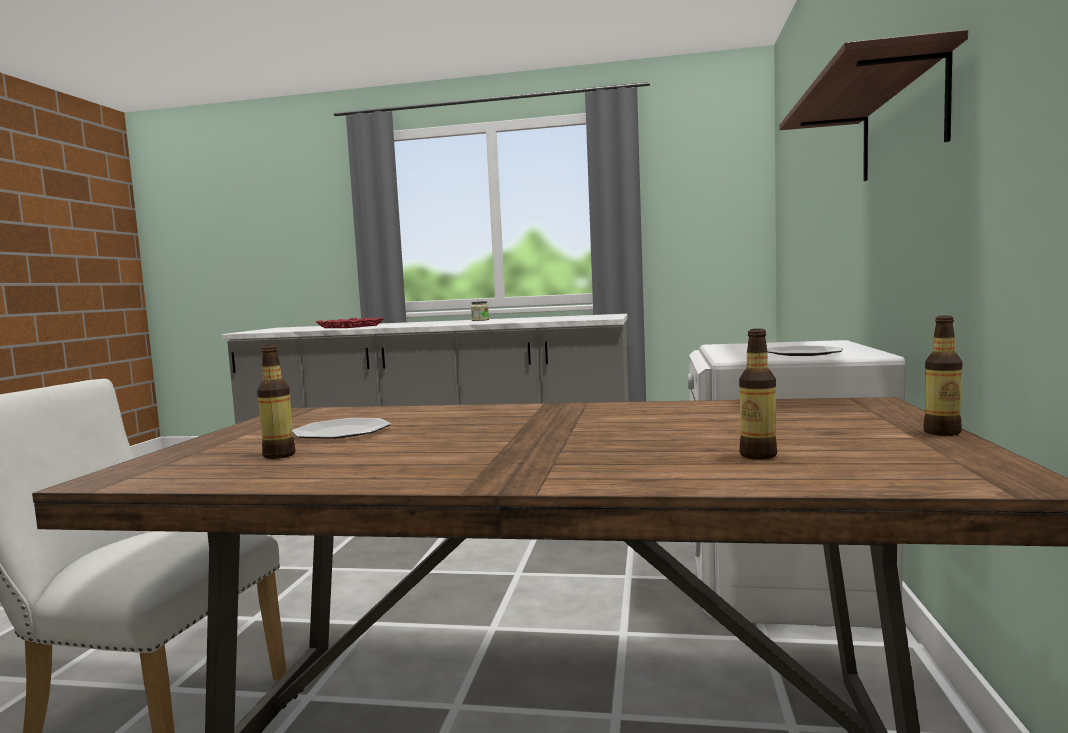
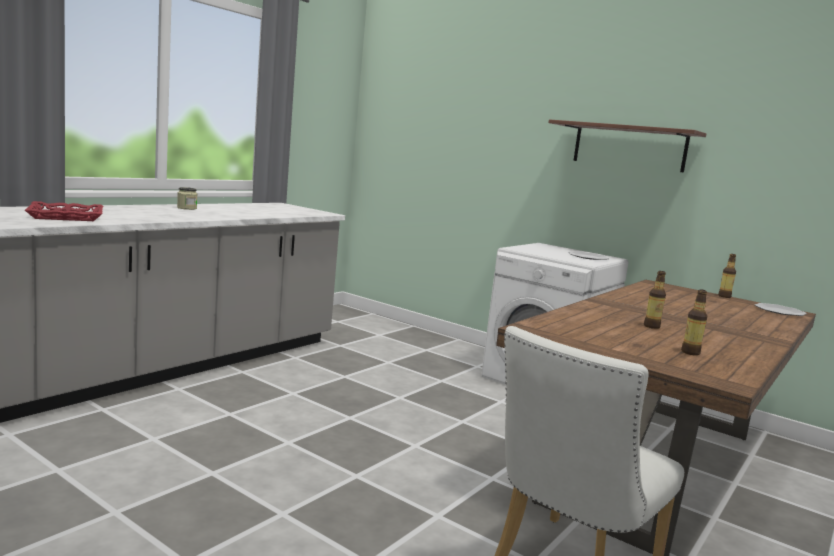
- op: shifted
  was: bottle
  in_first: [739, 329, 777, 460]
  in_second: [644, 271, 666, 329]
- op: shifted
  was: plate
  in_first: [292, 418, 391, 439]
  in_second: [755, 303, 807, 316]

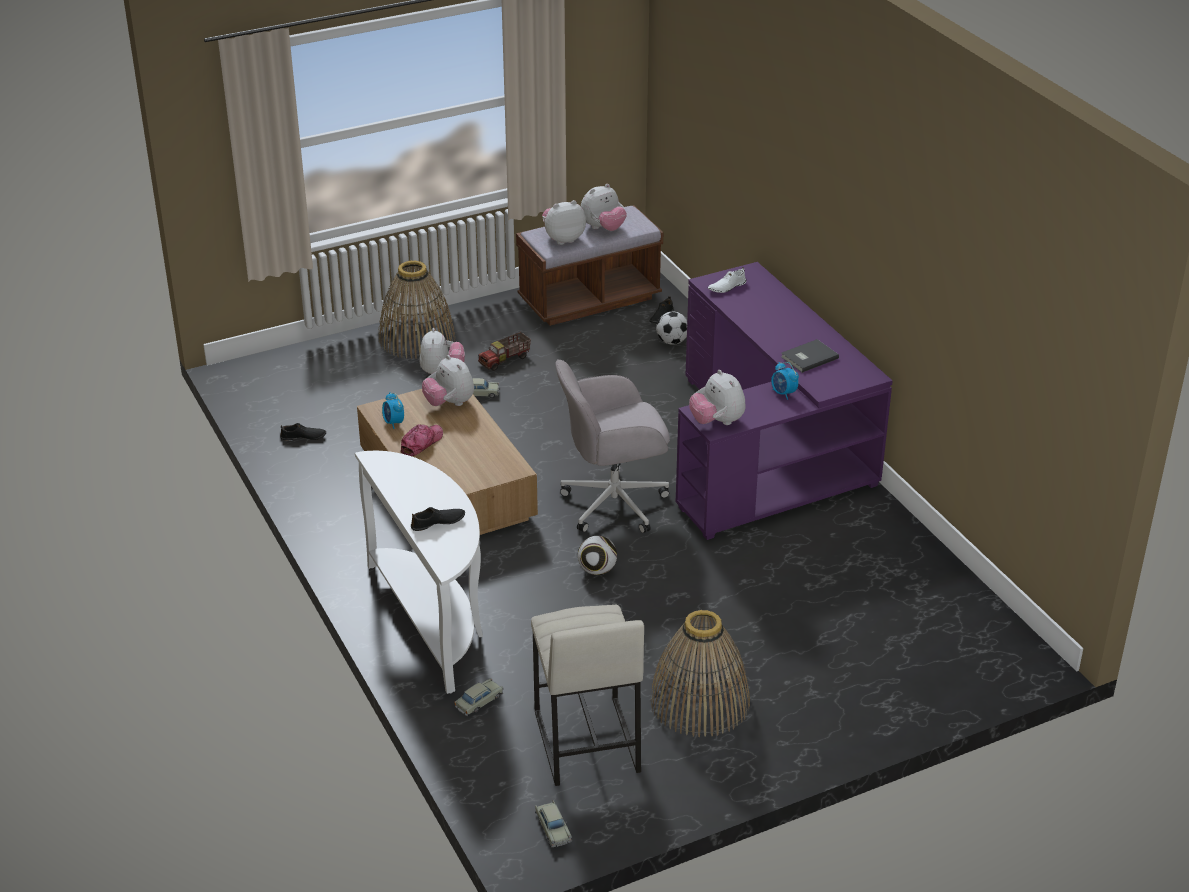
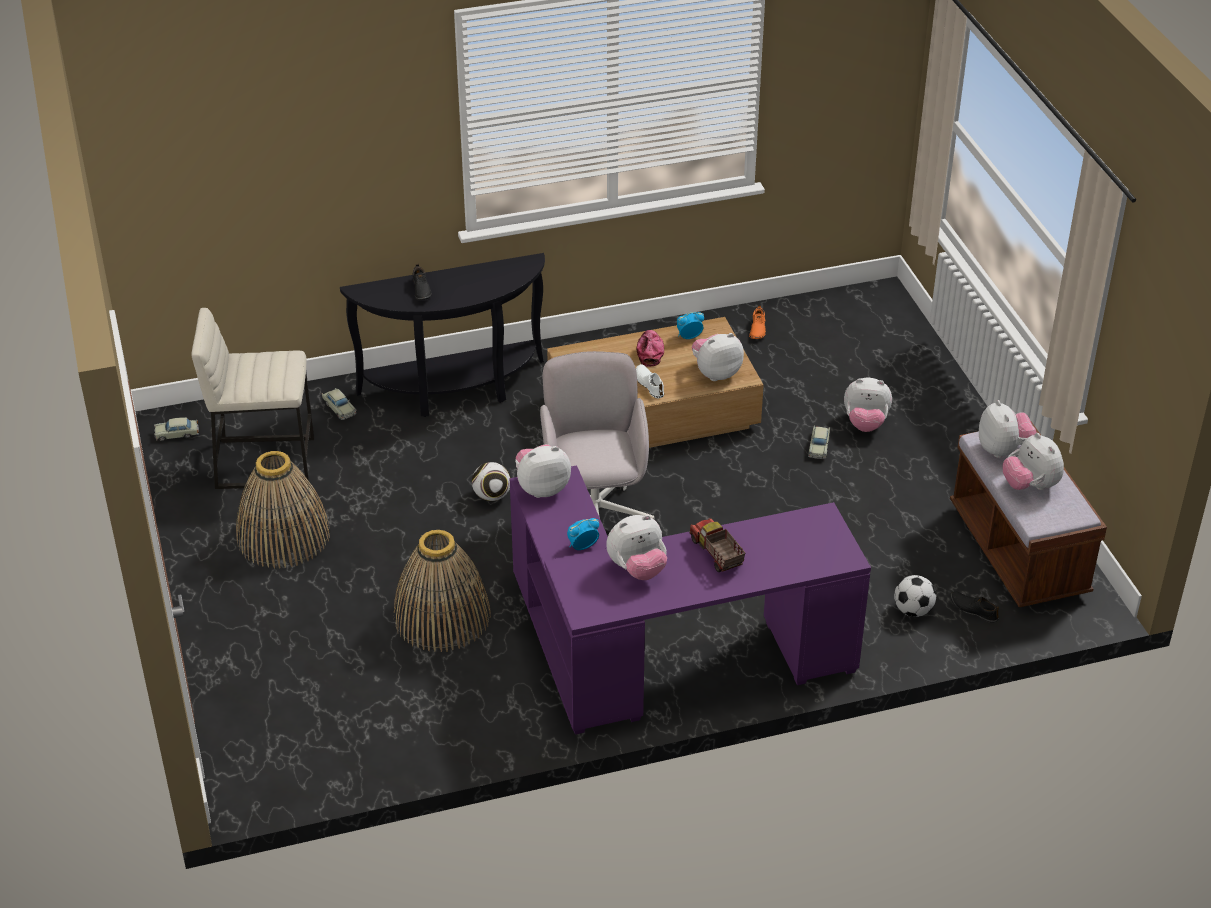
- op: shifted
  was: basket
  in_first: [378, 261, 455, 359]
  in_second: [394, 530, 491, 652]
- op: shifted
  was: shoe (white)
  in_first: [708, 267, 746, 293]
  in_second: [636, 364, 664, 398]
- op: shifted
  was: toy truck
  in_first: [478, 332, 531, 371]
  in_second: [689, 518, 745, 572]
- op: swapped
  was: book (grey)
  now: plush toy
  in_first: [781, 339, 839, 373]
  in_second: [606, 515, 667, 580]
- op: repainted
  was: shoe (black)
  now: shoe (orange)
  in_first: [280, 423, 326, 440]
  in_second: [749, 305, 766, 339]
- op: rotated
  was: cap
  in_first: [400, 425, 443, 456]
  in_second: [637, 330, 664, 367]
  clockwise: -135
- op: repainted
  was: console table (white)
  now: console table (black)
  in_first: [355, 451, 483, 694]
  in_second: [340, 253, 545, 417]

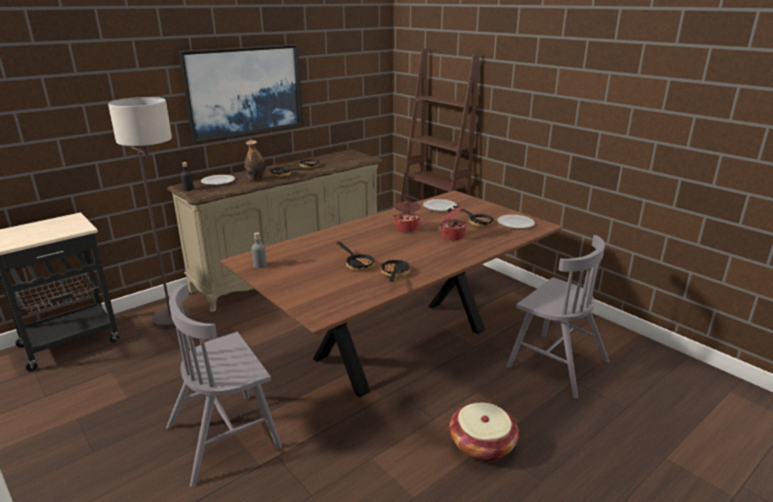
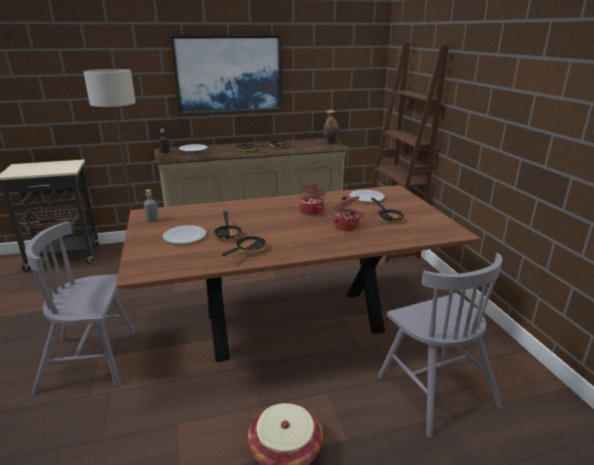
- op: shifted
  was: bottle
  in_first: [245, 140, 266, 180]
  in_second: [323, 110, 339, 143]
- op: shifted
  was: plate
  in_first: [497, 215, 535, 229]
  in_second: [163, 225, 206, 244]

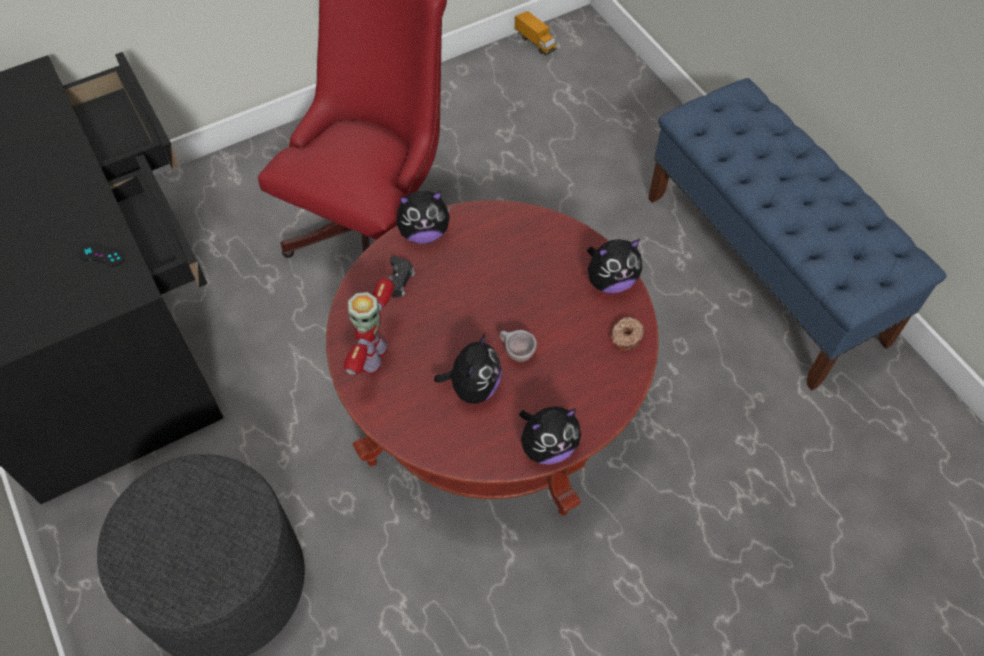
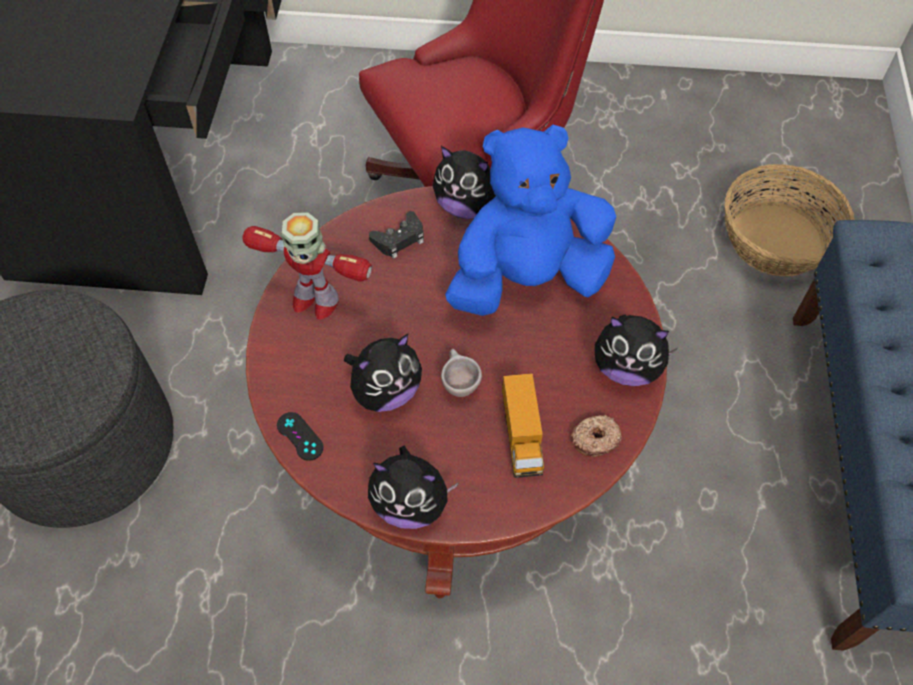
- op: shifted
  was: toy truck
  in_first: [515, 11, 557, 55]
  in_second: [502, 373, 544, 478]
- op: shifted
  was: game controller (black)
  in_first: [78, 243, 125, 267]
  in_second: [277, 412, 324, 461]
- op: rotated
  was: toy robot
  in_first: [344, 278, 394, 375]
  in_second: [242, 212, 372, 320]
  clockwise: -120
- op: new
  now: plush toy (blue)
  in_second: [445, 125, 616, 316]
- op: new
  now: basket
  in_second: [725, 164, 855, 277]

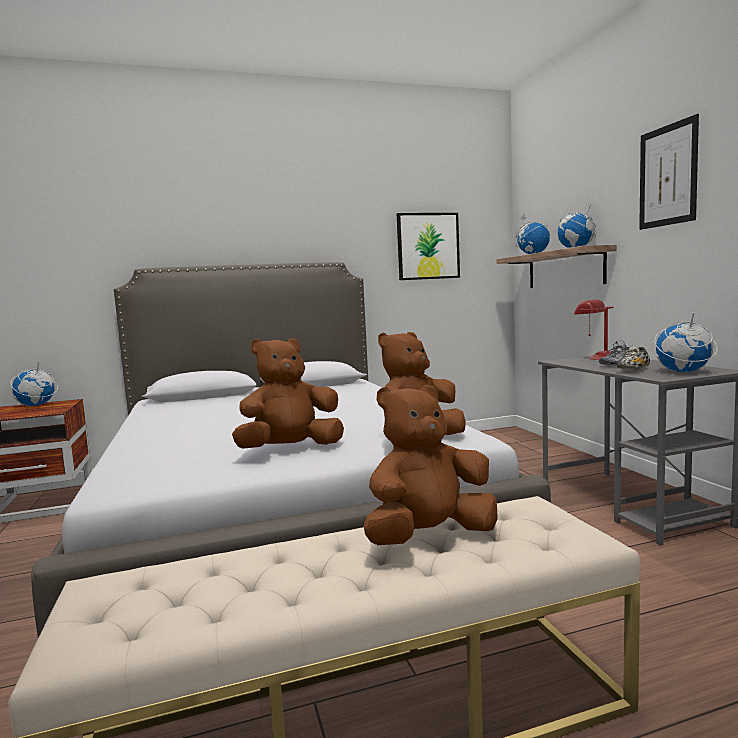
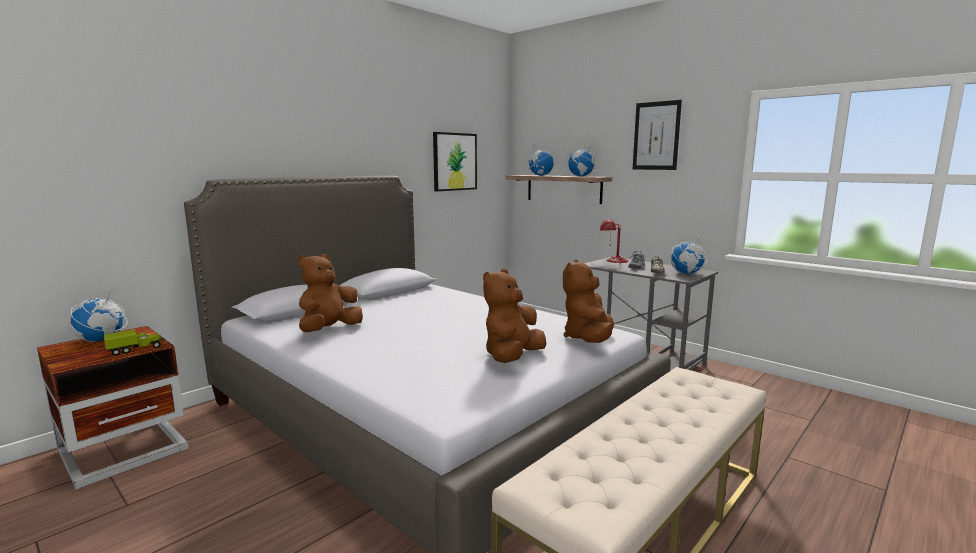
- op: shifted
  was: plush toy (brown)
  in_first: [364, 385, 497, 545]
  in_second: [298, 254, 363, 332]
- op: new
  now: toy truck
  in_second: [103, 329, 164, 356]

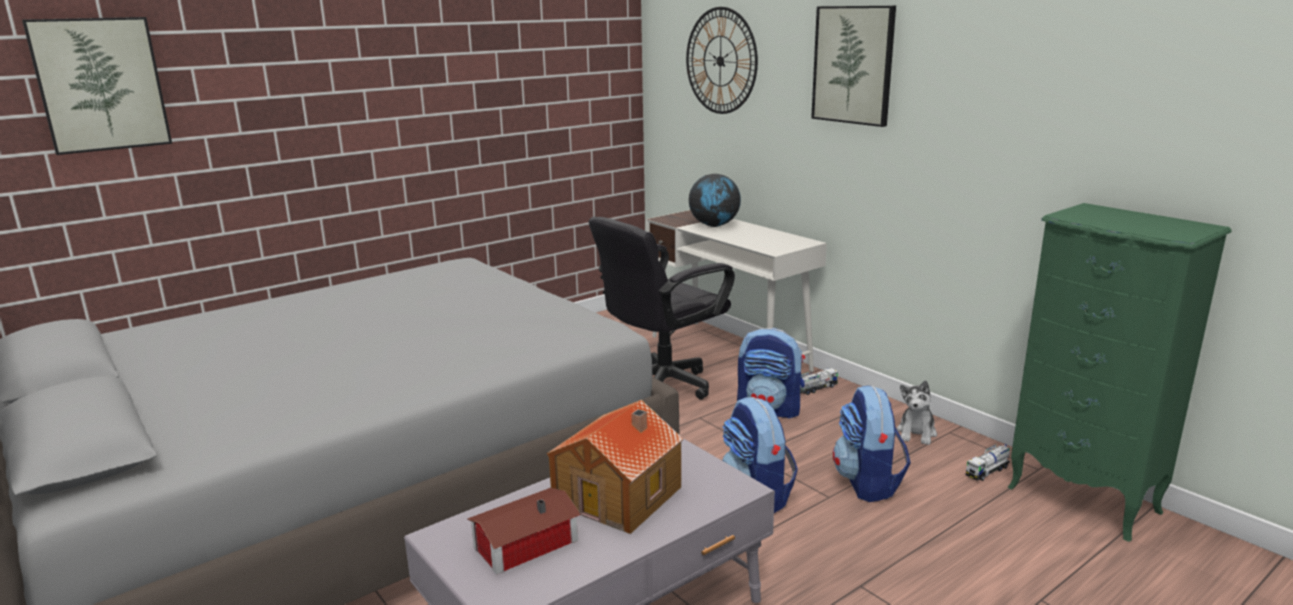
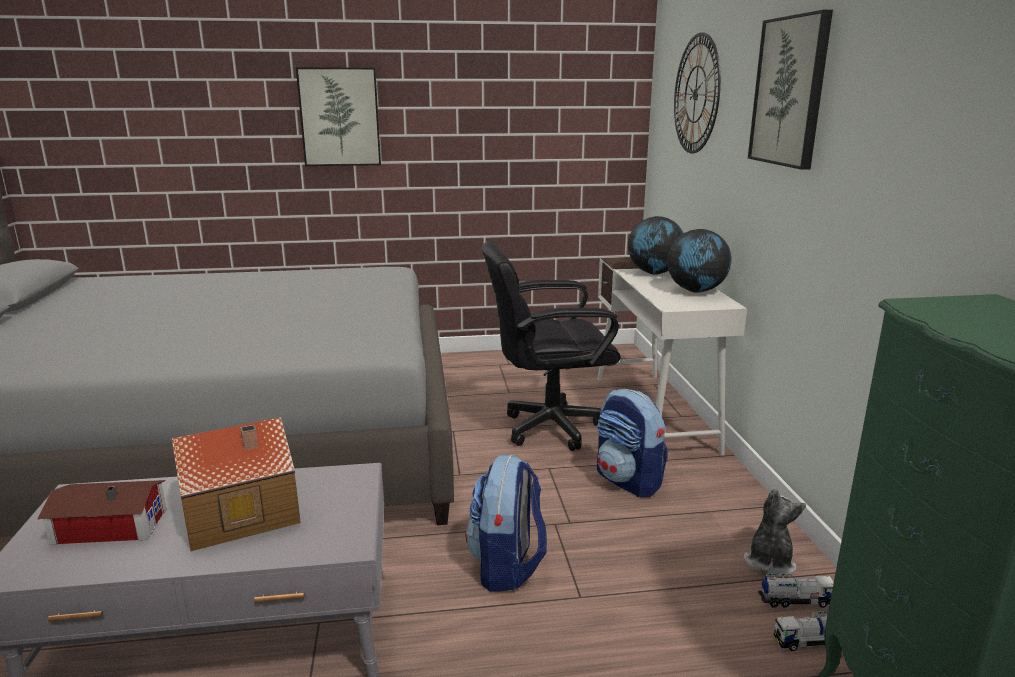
- op: shifted
  was: picture
  in_first: [22, 17, 172, 155]
  in_second: [296, 67, 381, 166]
- op: shifted
  was: toy truck
  in_first: [800, 368, 838, 395]
  in_second: [758, 572, 834, 608]
- op: rotated
  was: plush toy
  in_first: [897, 380, 937, 445]
  in_second: [744, 489, 806, 576]
  clockwise: 150
- op: gone
  was: backpack
  in_first: [833, 385, 911, 502]
- op: new
  now: globe
  in_second: [667, 229, 731, 293]

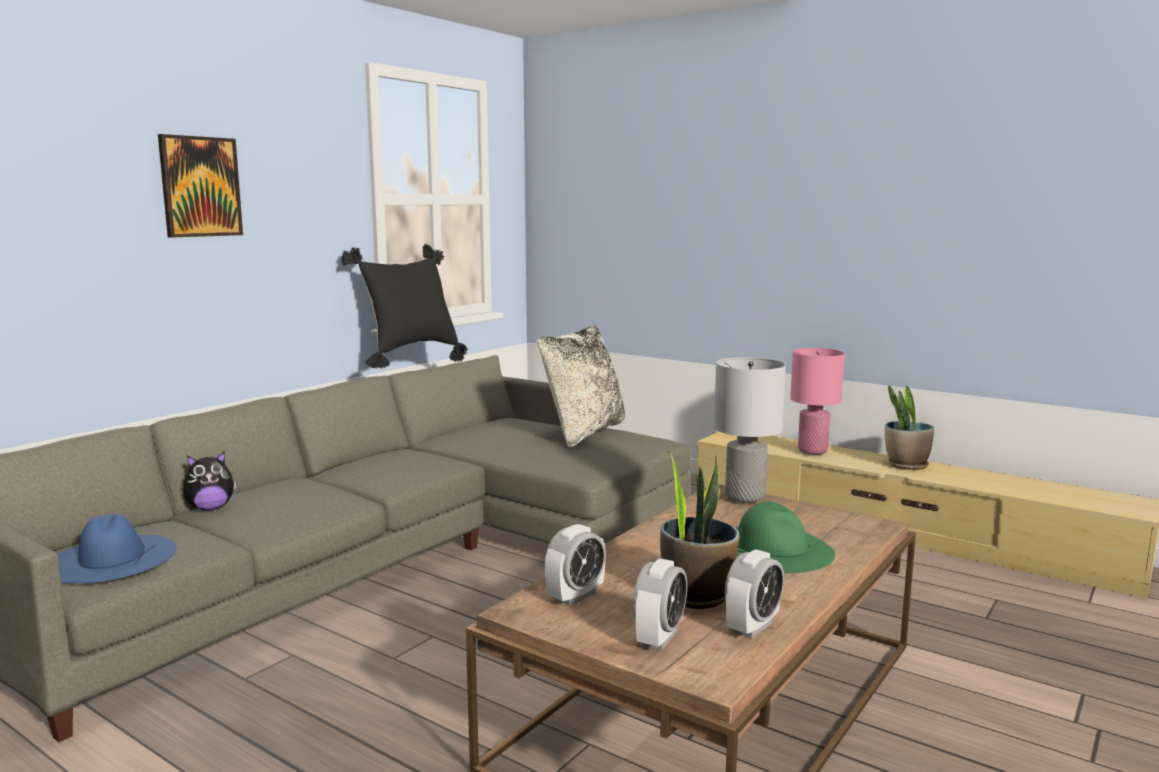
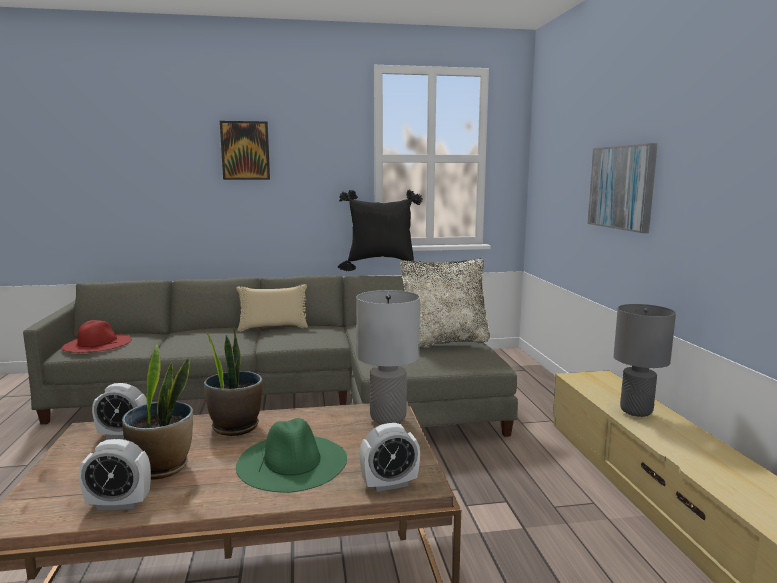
- op: repainted
  was: table lamp (pink)
  now: table lamp (grey)
  in_first: [790, 348, 845, 455]
  in_second: [613, 304, 676, 417]
- op: shifted
  was: potted plant
  in_first: [885, 385, 934, 470]
  in_second: [202, 326, 262, 436]
- op: gone
  was: plush toy
  in_first: [184, 451, 237, 511]
- op: repainted
  was: hat (blue)
  now: hat (red)
  in_first: [58, 514, 177, 583]
  in_second: [62, 320, 132, 353]
- op: shifted
  was: alarm clock
  in_first: [633, 559, 687, 650]
  in_second: [360, 423, 420, 492]
- op: new
  now: picture
  in_second: [588, 143, 658, 233]
- op: new
  now: pillow (beige)
  in_second: [236, 284, 308, 332]

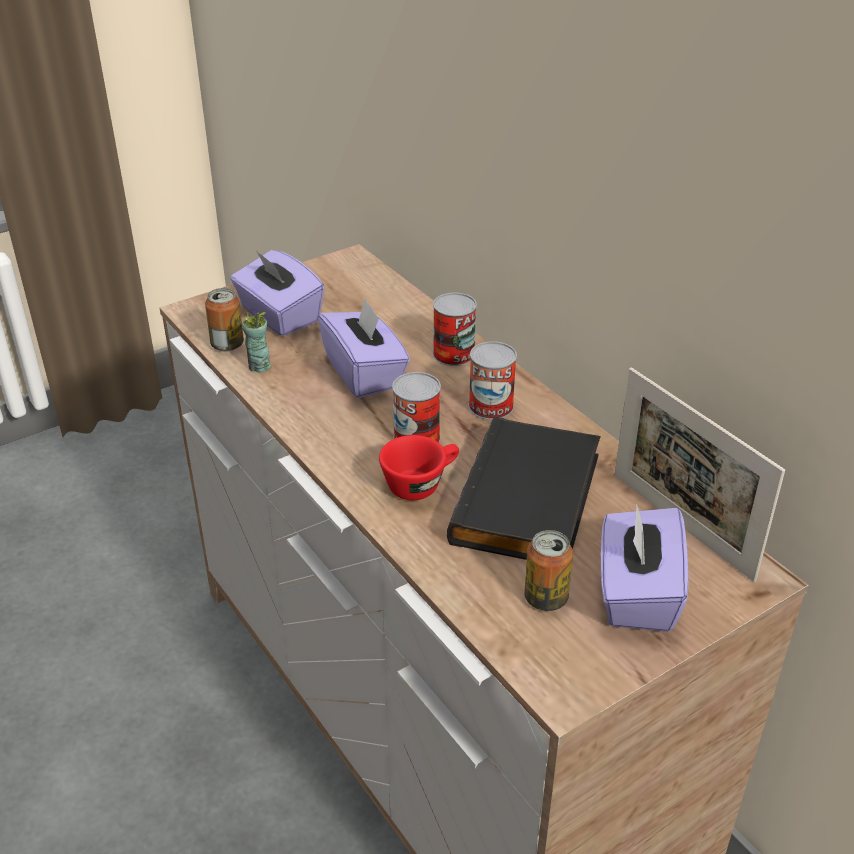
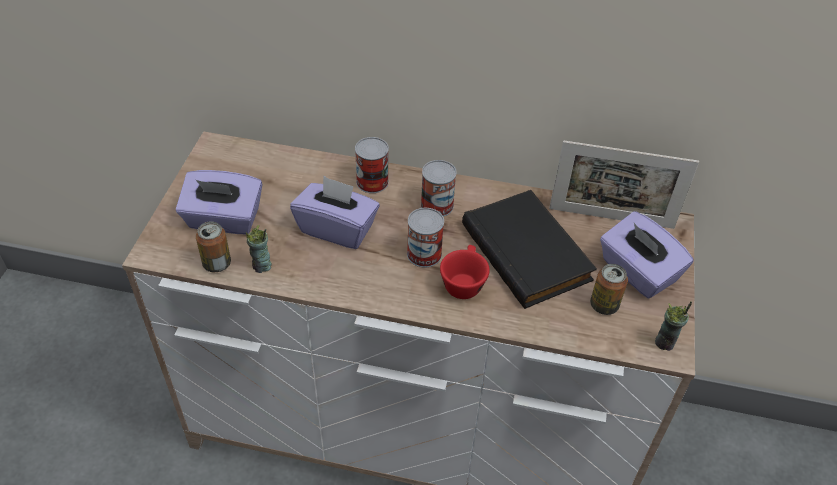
- op: new
  now: cup
  in_second: [655, 301, 692, 351]

